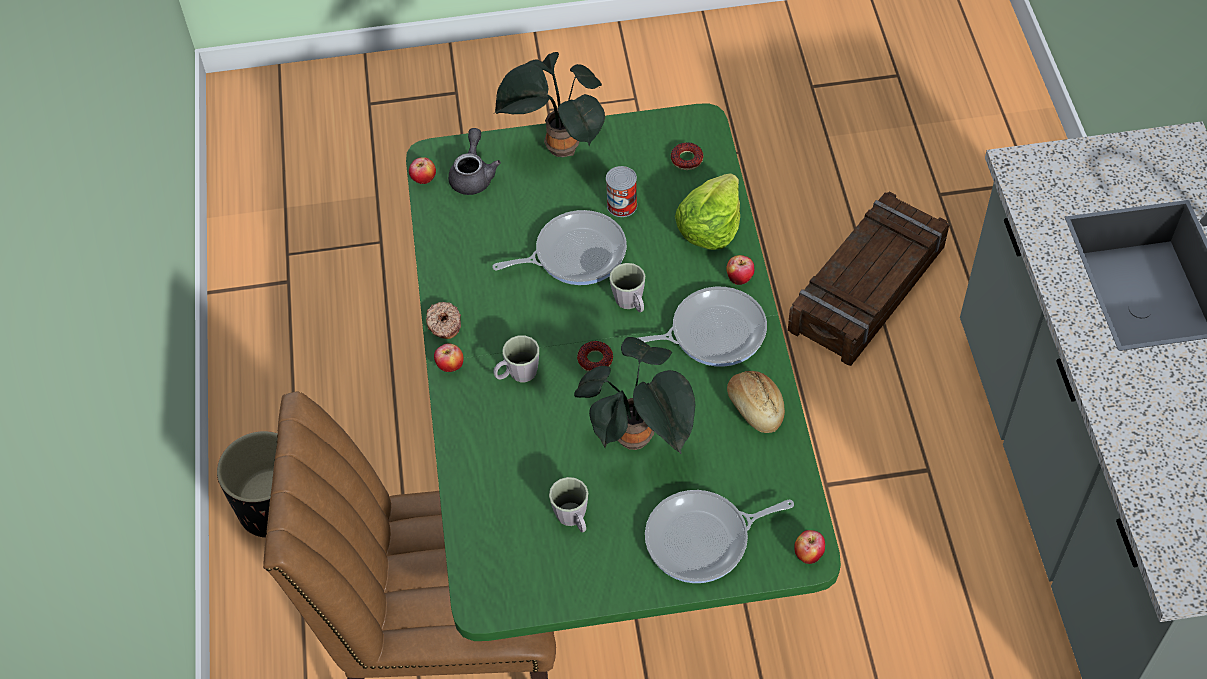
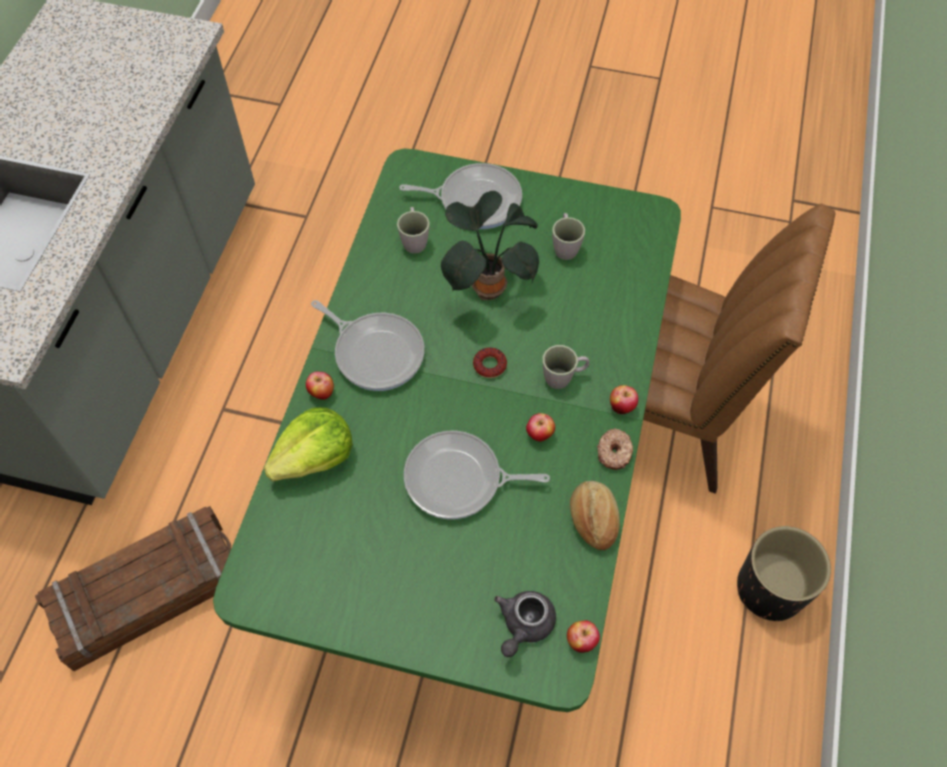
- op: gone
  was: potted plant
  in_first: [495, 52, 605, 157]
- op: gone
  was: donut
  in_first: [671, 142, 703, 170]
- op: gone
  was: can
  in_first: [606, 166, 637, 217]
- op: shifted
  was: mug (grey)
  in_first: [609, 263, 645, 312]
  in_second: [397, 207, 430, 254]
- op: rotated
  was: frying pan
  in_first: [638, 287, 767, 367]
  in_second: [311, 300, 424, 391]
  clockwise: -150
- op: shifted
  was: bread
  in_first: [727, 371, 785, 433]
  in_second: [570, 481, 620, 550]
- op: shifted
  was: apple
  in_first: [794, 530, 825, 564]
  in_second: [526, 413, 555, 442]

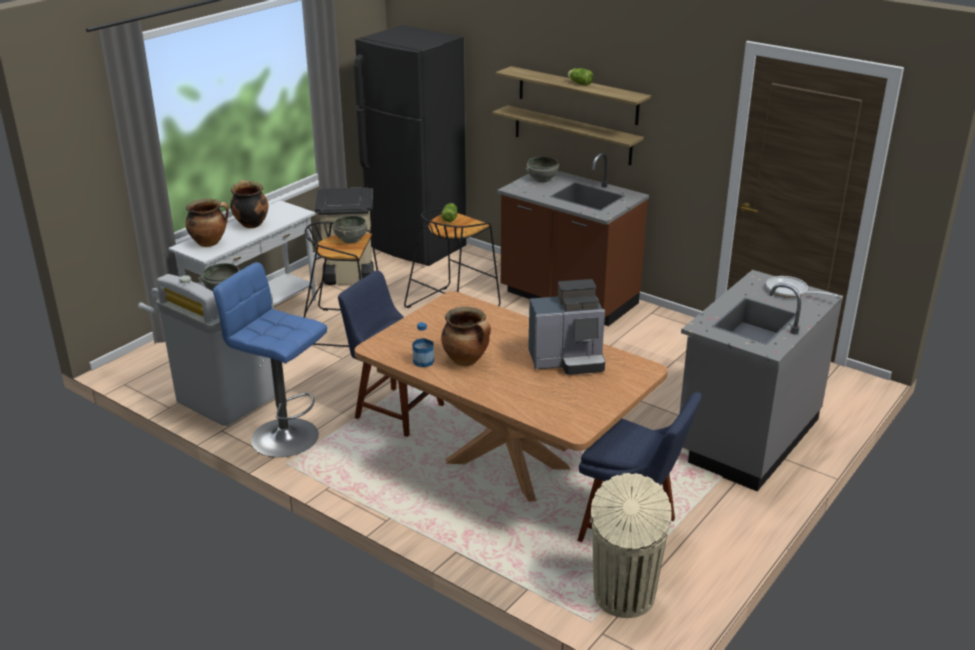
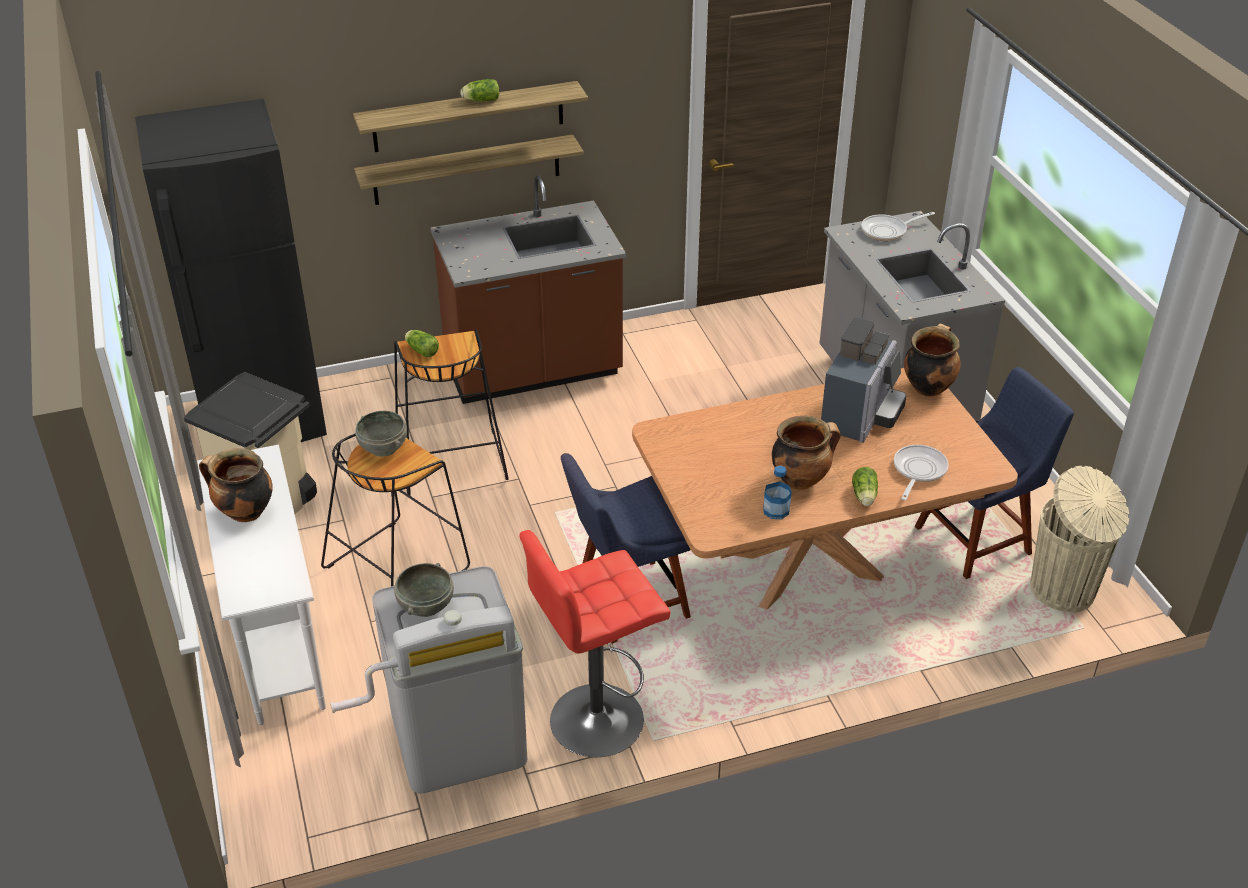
- op: gone
  was: bowl (grey)
  in_first: [525, 157, 560, 182]
- op: shifted
  was: cooking pot
  in_first: [186, 199, 229, 247]
  in_second: [904, 324, 961, 397]
- op: repainted
  was: stool (blue)
  now: stool (red)
  in_first: [213, 262, 327, 457]
  in_second: [519, 530, 671, 757]
- op: new
  now: frying pan
  in_second: [894, 445, 949, 501]
- op: new
  now: lettuce
  in_second: [852, 467, 878, 506]

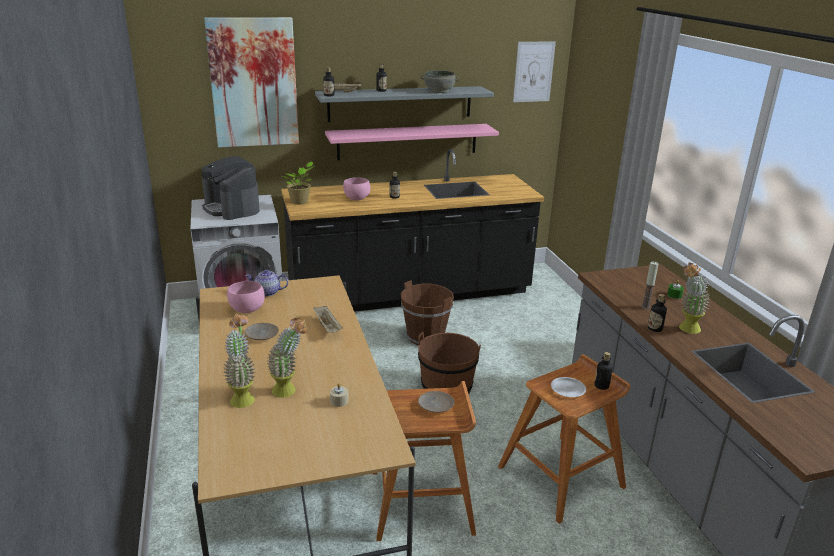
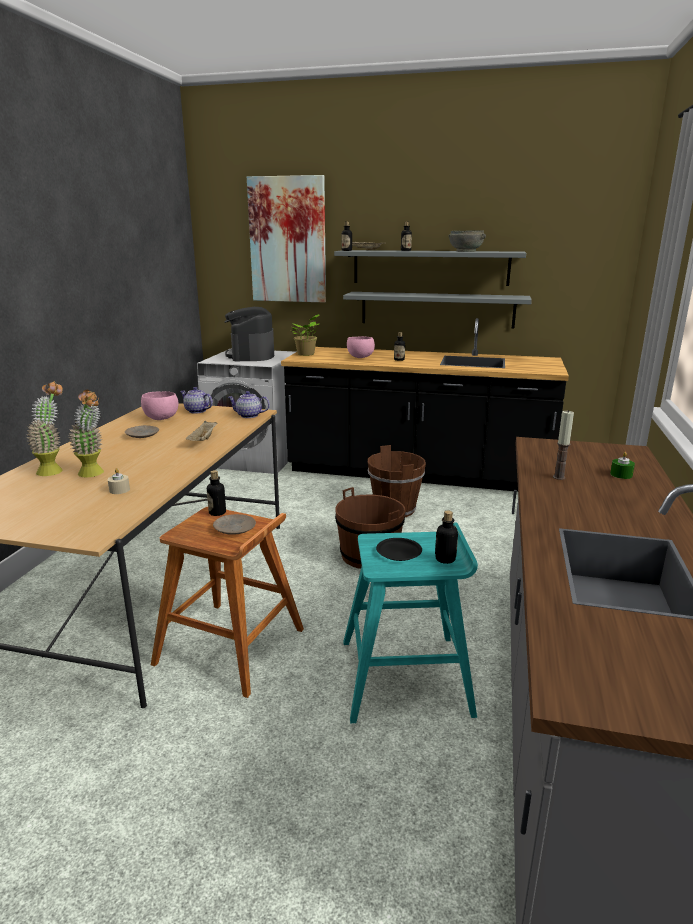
- op: gone
  was: picture
  in_first: [513, 41, 556, 102]
- op: repainted
  was: shelf (pink)
  now: shelf (grey)
  in_first: [325, 124, 499, 160]
  in_second: [343, 292, 532, 329]
- op: gone
  was: potted plant
  in_first: [679, 262, 711, 334]
- op: shifted
  was: bottle
  in_first: [648, 294, 667, 332]
  in_second: [207, 470, 226, 516]
- op: repainted
  was: stool (brown)
  now: stool (turquoise)
  in_first: [498, 354, 630, 524]
  in_second: [343, 523, 478, 723]
- op: repainted
  was: plate (white)
  now: plate (black)
  in_first: [551, 377, 586, 397]
  in_second: [376, 538, 422, 561]
- op: new
  now: teapot
  in_second: [228, 391, 270, 418]

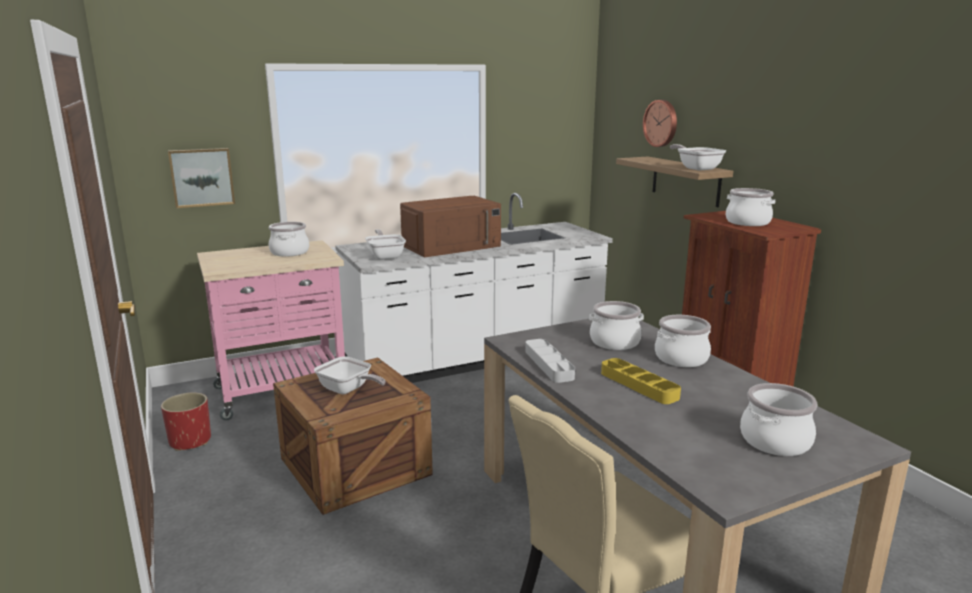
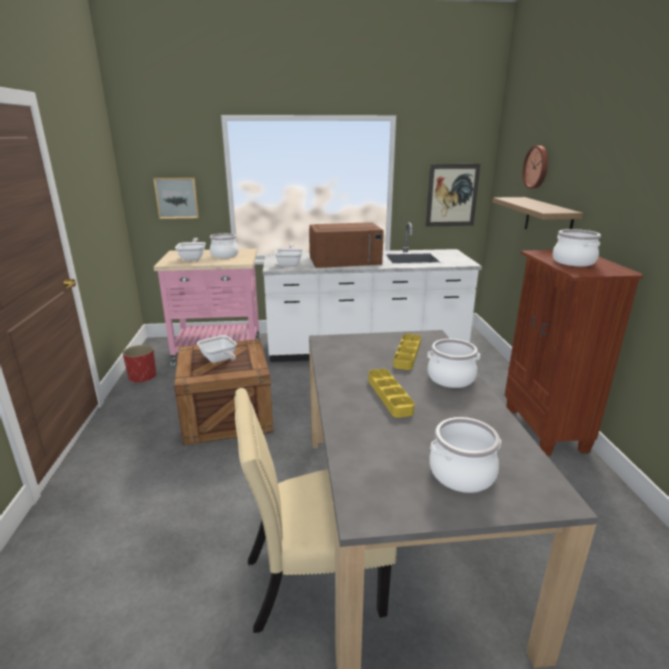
- op: shifted
  was: frying pan
  in_first: [670, 144, 726, 170]
  in_second: [175, 238, 206, 260]
- op: swapped
  was: cooking pot
  now: tray (yellow)
  in_first: [589, 301, 644, 350]
  in_second: [393, 334, 421, 370]
- op: gone
  was: tray (grey)
  in_first: [525, 339, 575, 383]
- op: new
  now: picture
  in_second: [426, 164, 481, 227]

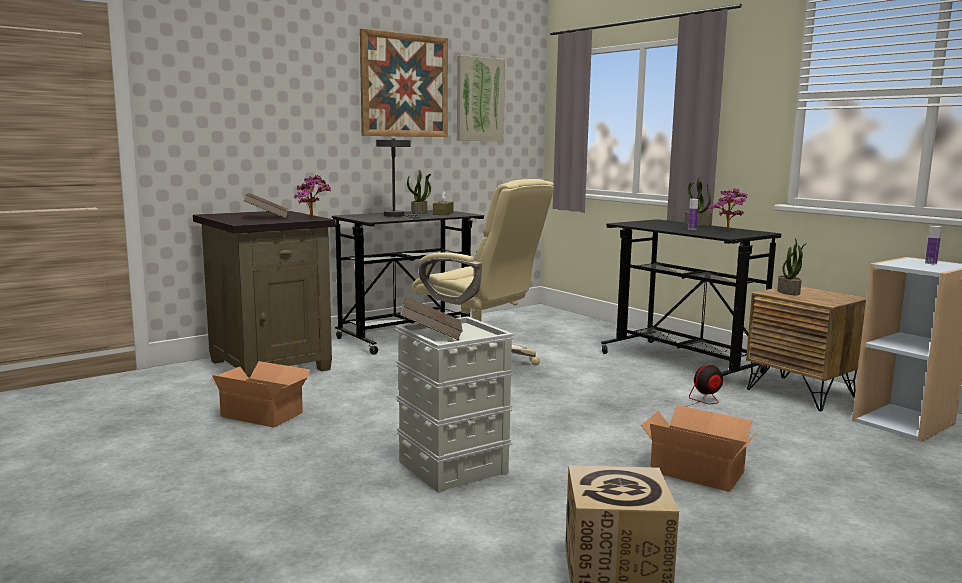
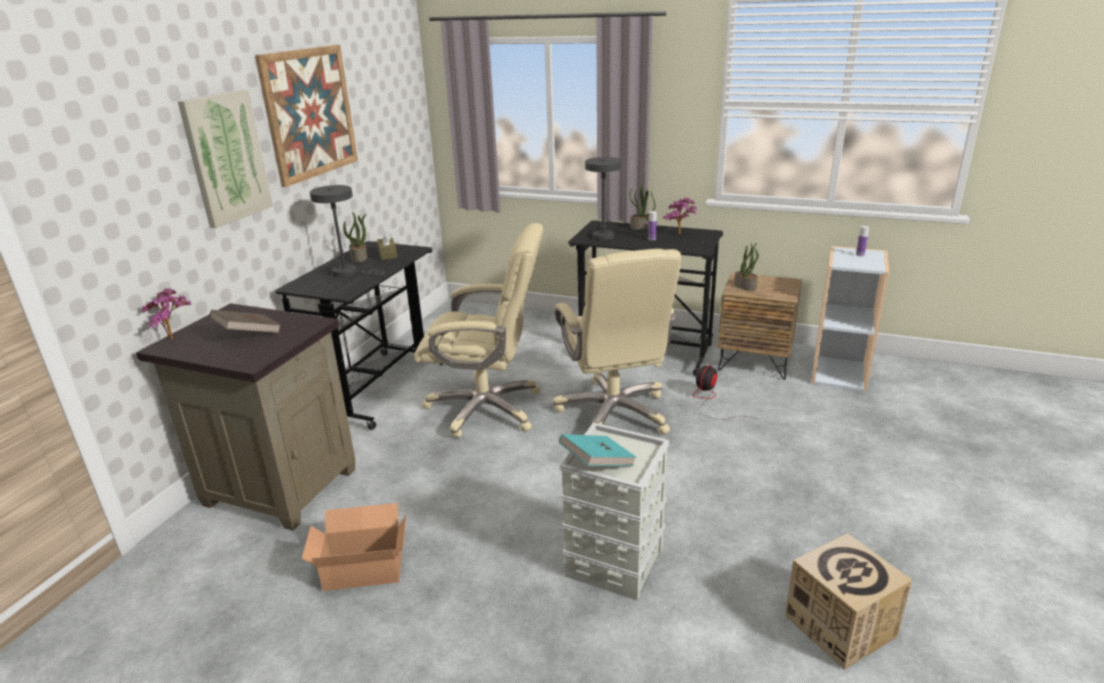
- op: shifted
  was: picture
  in_first: [457, 55, 505, 141]
  in_second: [178, 90, 273, 228]
- op: shifted
  was: potted plant
  in_first: [294, 175, 331, 218]
  in_second: [142, 288, 191, 339]
- op: repainted
  was: book (brown)
  now: book (turquoise)
  in_first: [400, 297, 463, 340]
  in_second: [559, 434, 637, 466]
- op: gone
  was: cardboard box
  in_first: [641, 405, 758, 492]
- op: new
  now: table lamp (grey)
  in_second: [585, 157, 622, 241]
- op: new
  now: office chair (beige)
  in_second: [553, 249, 681, 435]

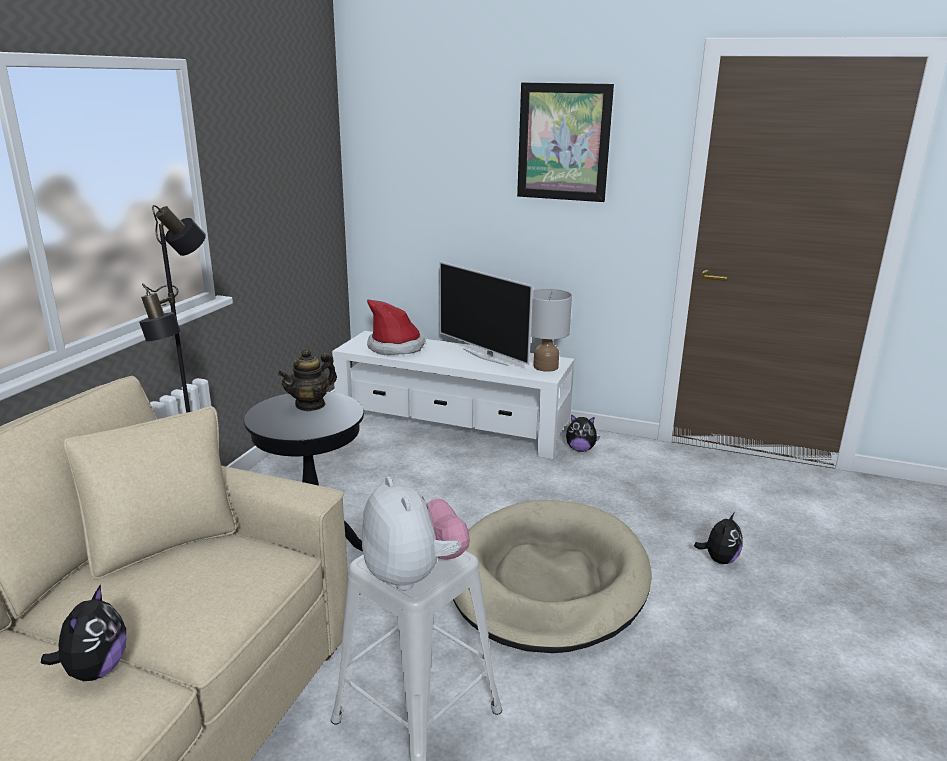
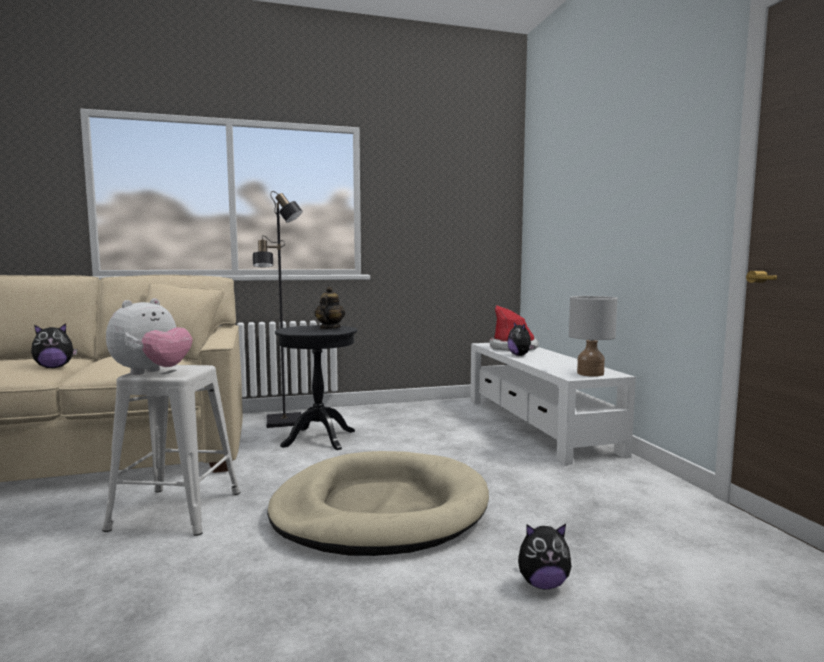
- op: gone
  was: picture
  in_first: [517, 83, 614, 202]
- op: gone
  was: television
  in_first: [440, 261, 533, 366]
- op: rotated
  was: teapot
  in_first: [278, 348, 337, 411]
  in_second: [314, 287, 345, 329]
  clockwise: 90
- op: shifted
  was: plush toy
  in_first: [566, 414, 600, 452]
  in_second: [507, 322, 535, 356]

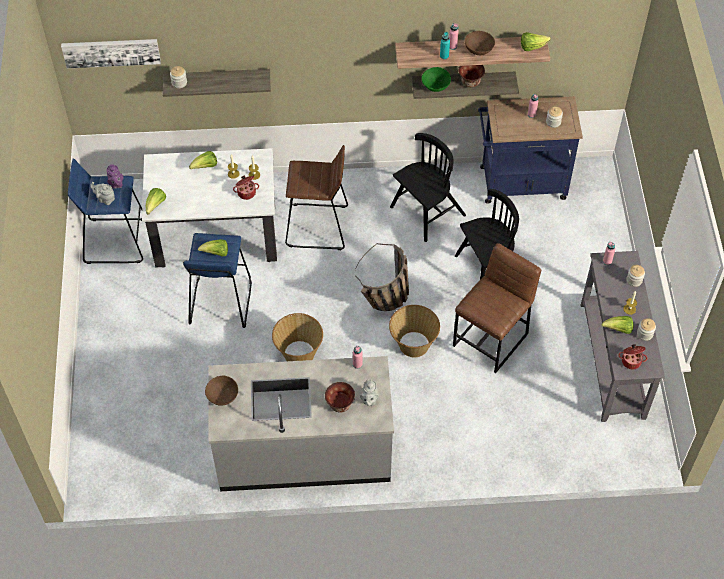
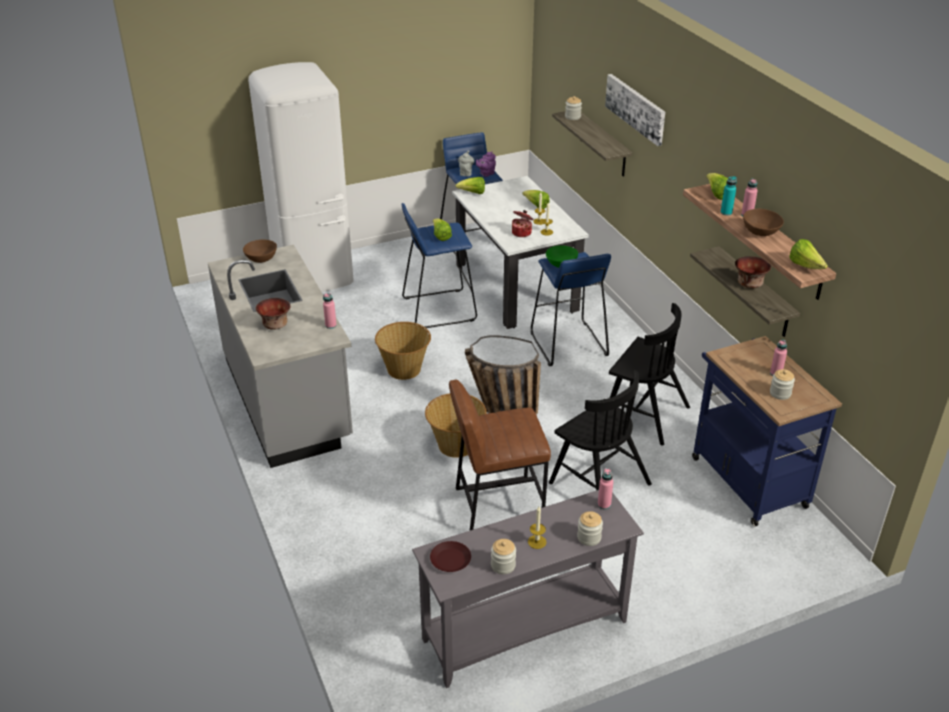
- op: shifted
  was: picture
  in_first: [61, 39, 161, 68]
  in_second: [605, 74, 665, 146]
- op: shifted
  was: bowl (green)
  in_first: [421, 67, 451, 92]
  in_second: [546, 245, 578, 268]
- op: repainted
  was: stool (brown)
  now: stool (blue)
  in_first: [285, 145, 348, 250]
  in_second: [531, 252, 611, 366]
- op: rotated
  was: chair (brown)
  in_first: [453, 243, 541, 373]
  in_second: [449, 380, 551, 530]
  clockwise: 150
- op: shifted
  was: lettuce
  in_first: [602, 316, 633, 334]
  in_second: [706, 173, 728, 200]
- op: swapped
  was: cooking pot
  now: plate (brown)
  in_first: [619, 344, 647, 369]
  in_second: [430, 541, 471, 572]
- op: gone
  was: teapot (grey)
  in_first: [360, 379, 379, 406]
- op: new
  now: fridge (white)
  in_second: [248, 62, 354, 292]

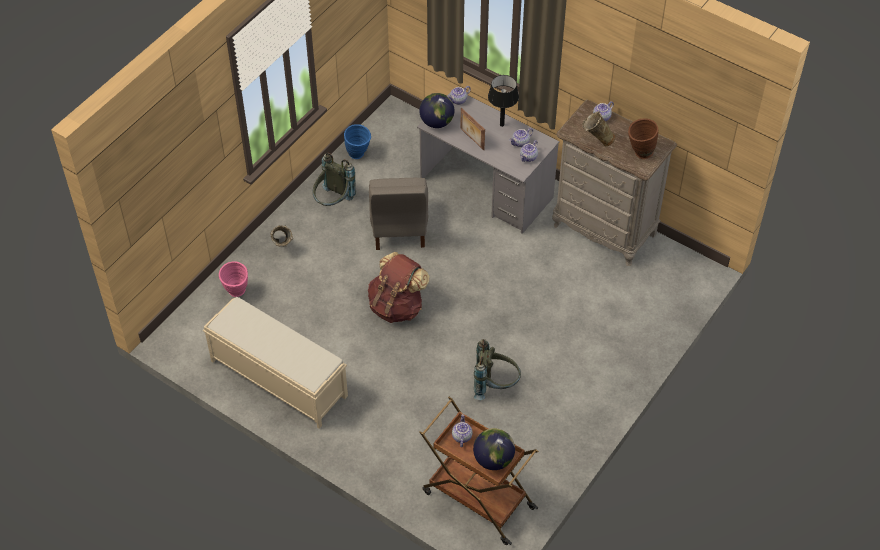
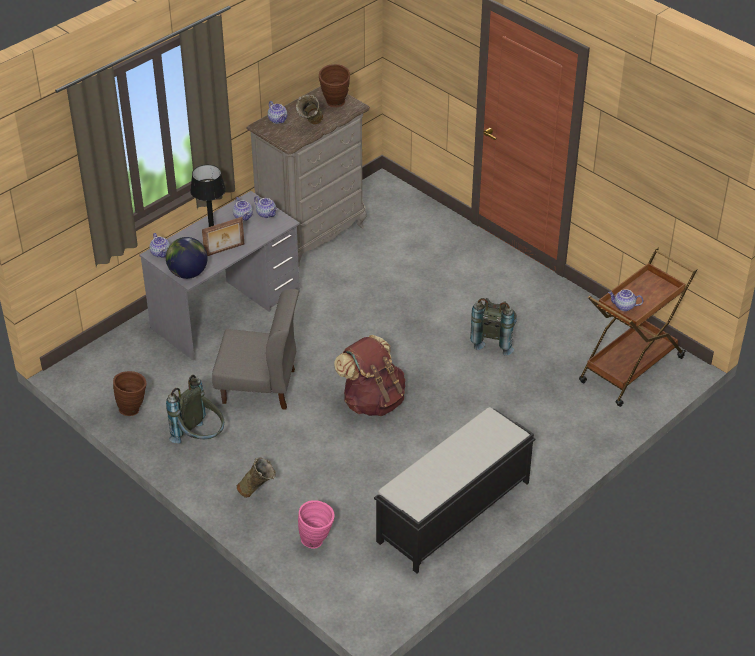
- op: repainted
  was: vase (blue)
  now: vase (brown)
  in_first: [344, 124, 371, 159]
  in_second: [113, 371, 146, 416]
- op: repainted
  was: bench (beige)
  now: bench (black)
  in_first: [203, 297, 348, 429]
  in_second: [374, 407, 535, 573]
- op: gone
  was: globe
  in_first: [473, 428, 515, 470]

